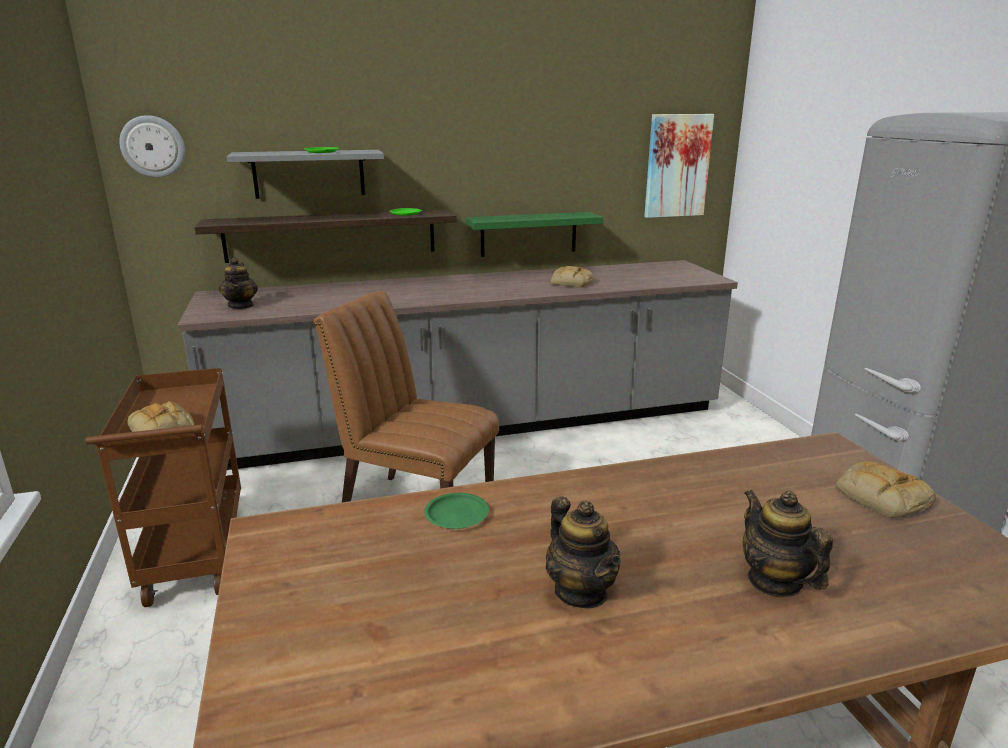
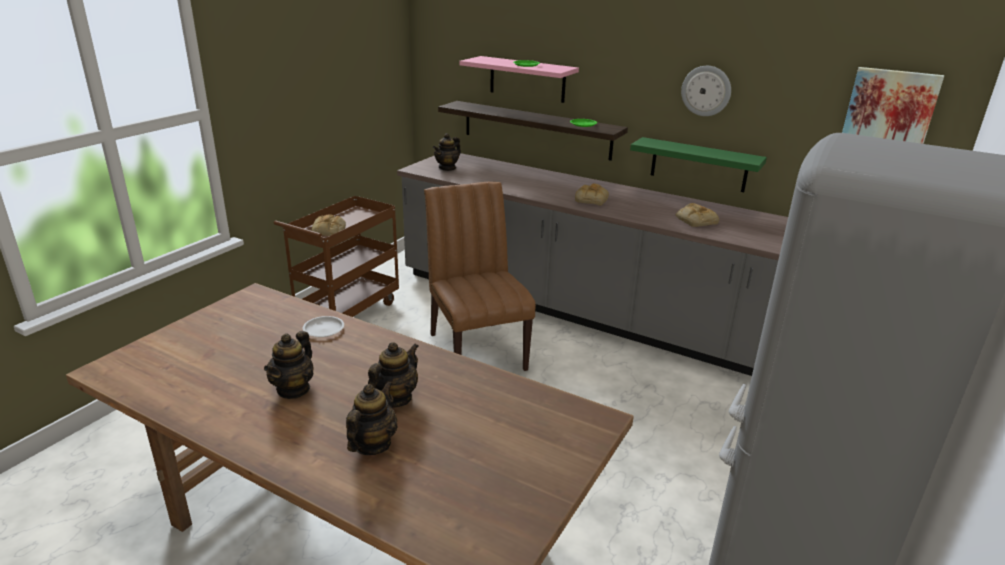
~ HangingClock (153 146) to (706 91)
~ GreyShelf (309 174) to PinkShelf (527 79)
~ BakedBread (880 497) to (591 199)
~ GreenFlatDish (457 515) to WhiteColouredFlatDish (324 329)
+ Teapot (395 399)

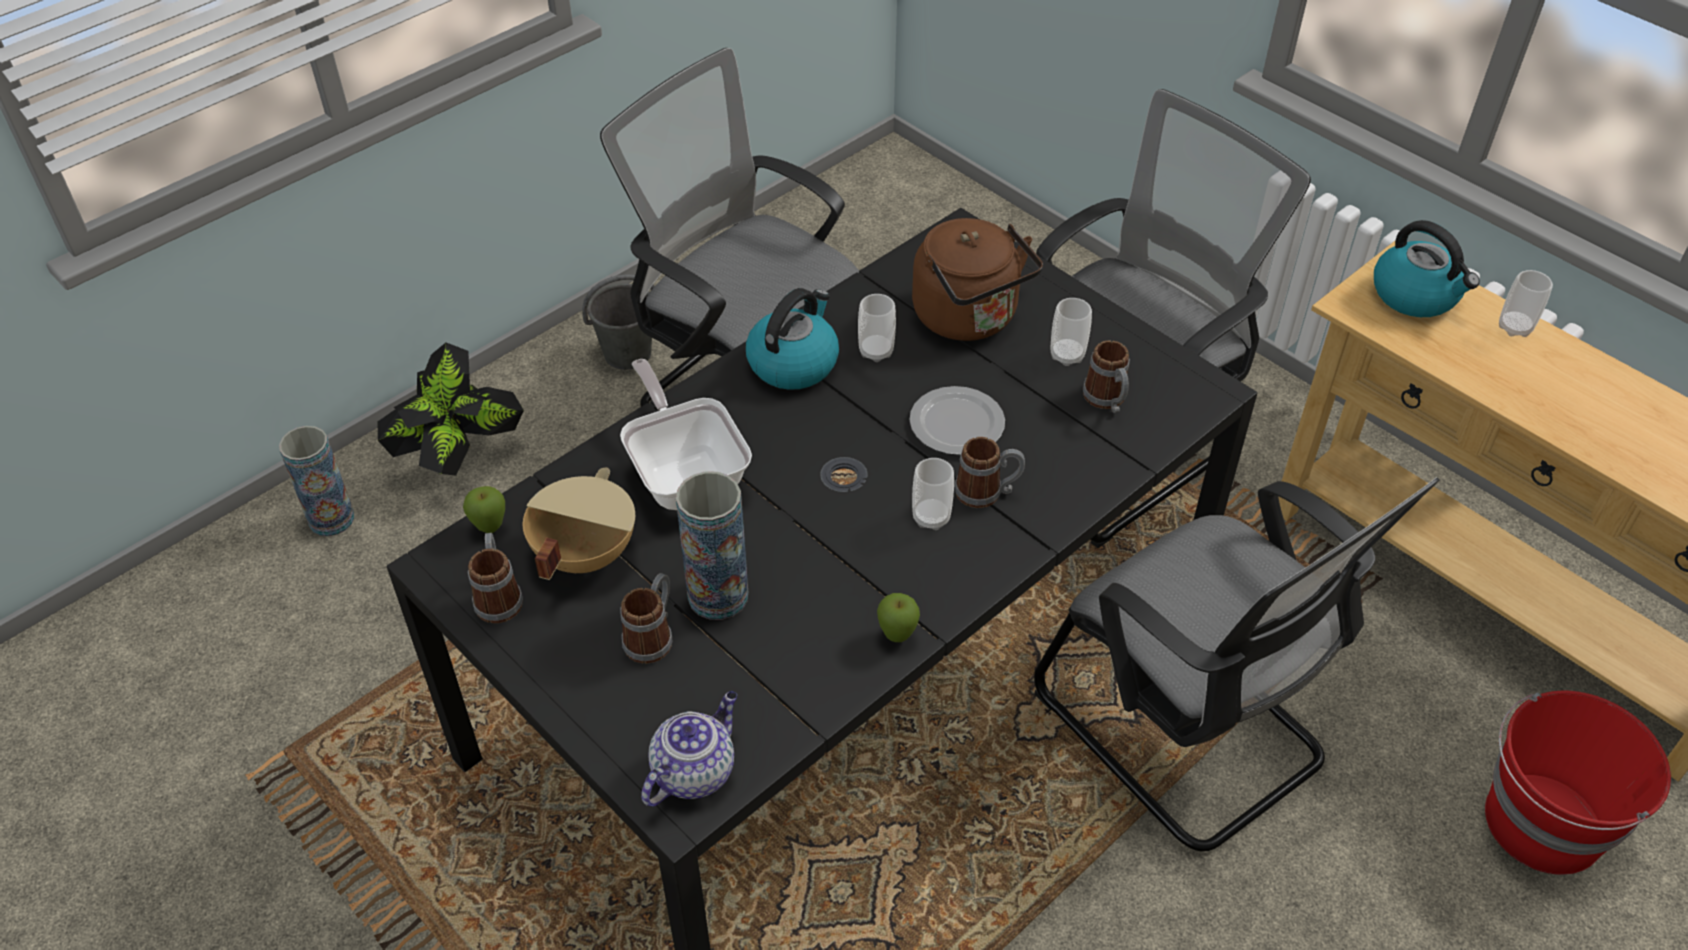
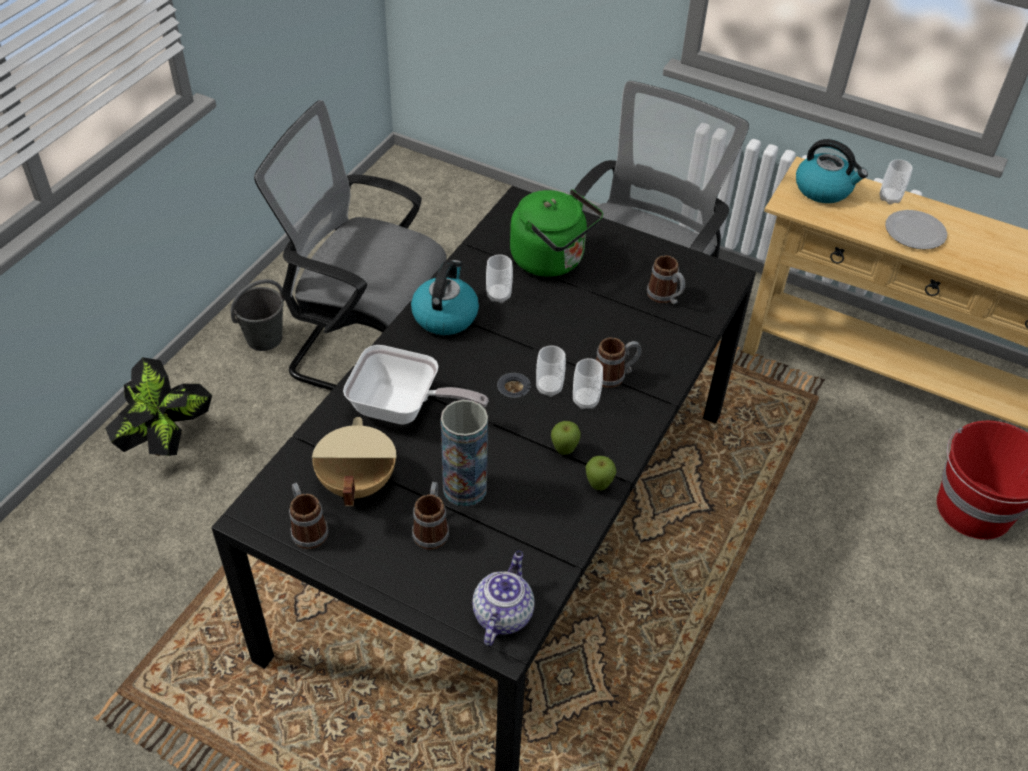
~ BrownishKettle (969 318) to GreenKettle (552 260)
~ DrinkingCup (1067 355) to (549 388)
~ Pan (685 472) = (403 408) 150 degrees clockwise
~ FlatDish (955 424) to (914 232)
- DecorativeVase (331 519)
- UprightChair (1183 733)
~ AppleFruit (490 528) to (564 451)

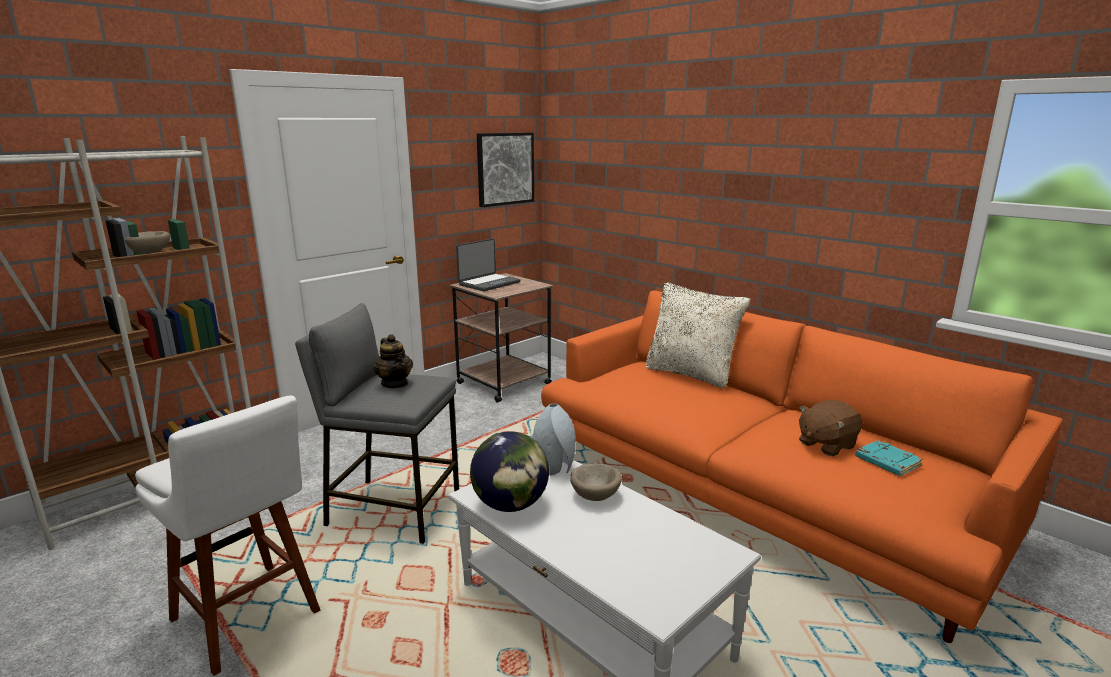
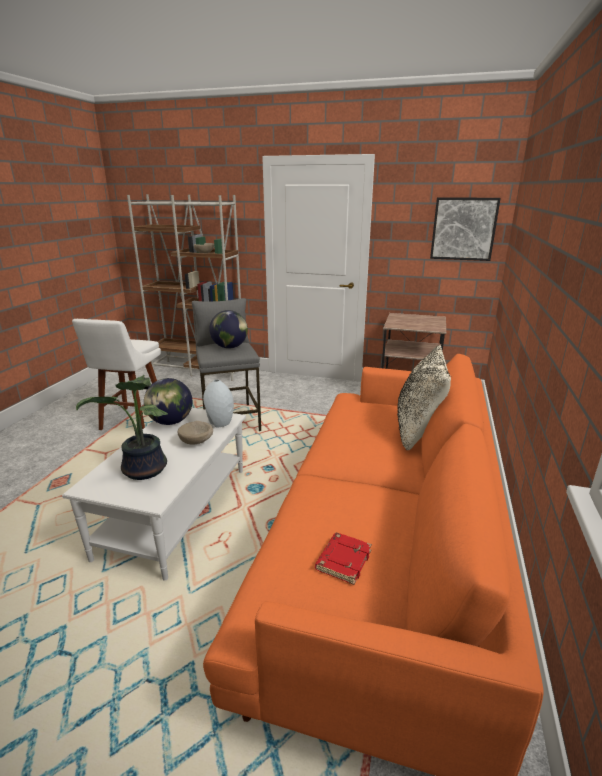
- PortableComputer (488 283)
~ Teapot (395 384) to DeskGlobe (230 347)
- BrownishPlushToy (826 444)
~ TurquoiseVolume (886 462) to ReddishVolume (343 560)
+ Houseplant (143 471)

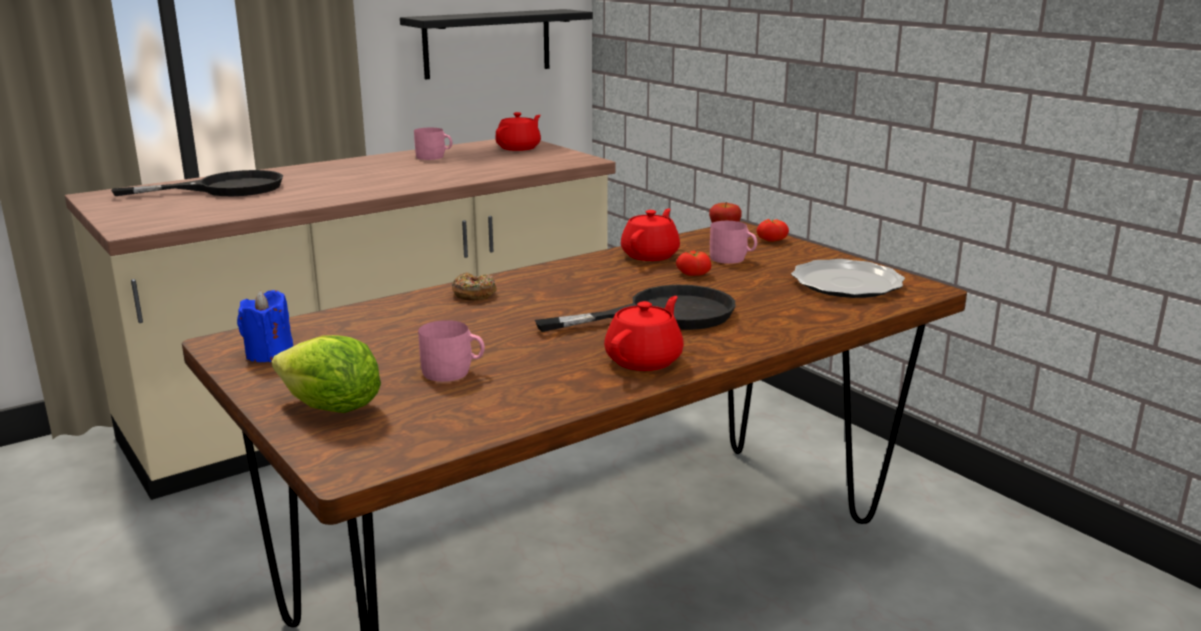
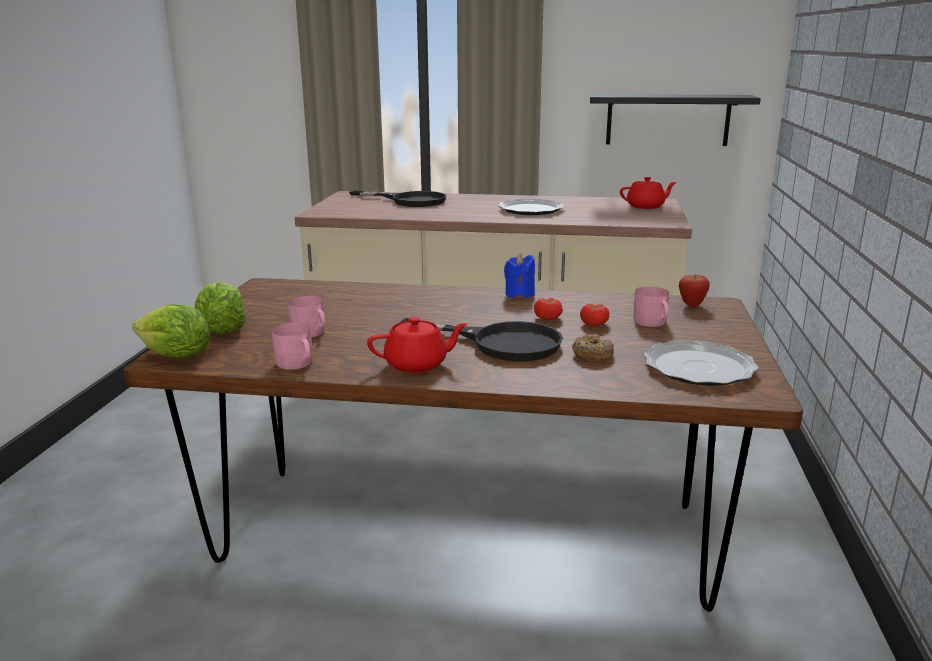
~ PinkTeaMug (434 157) to (296 364)
- ReddishTeapot (651 255)
~ WholeTomato (771 239) to (548 317)
~ Doughnut (474 294) to (592 355)
~ BlueWaxCandle (269 354) to (519 294)
+ FlatDish (531 210)
+ HeadOfLettuce (176 356)

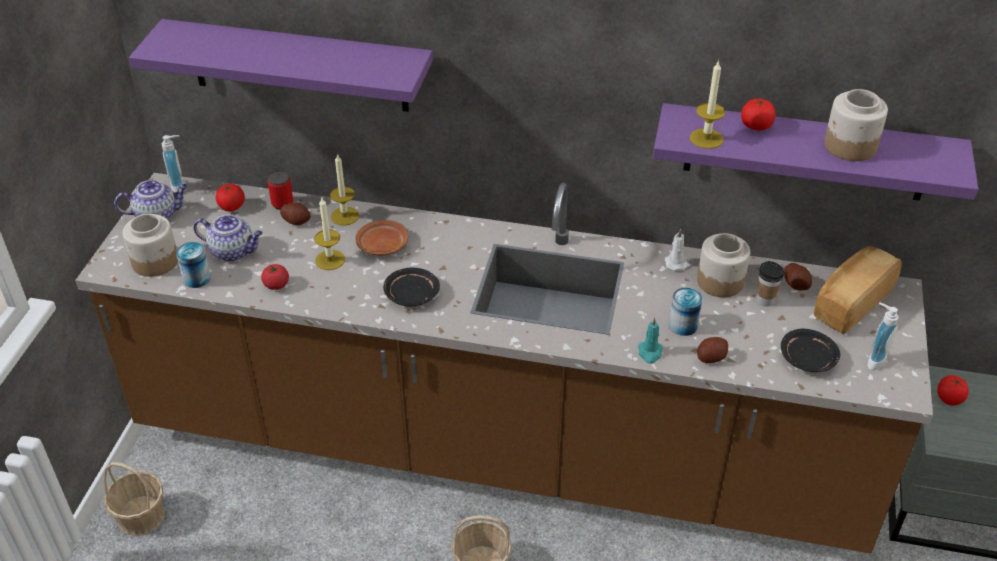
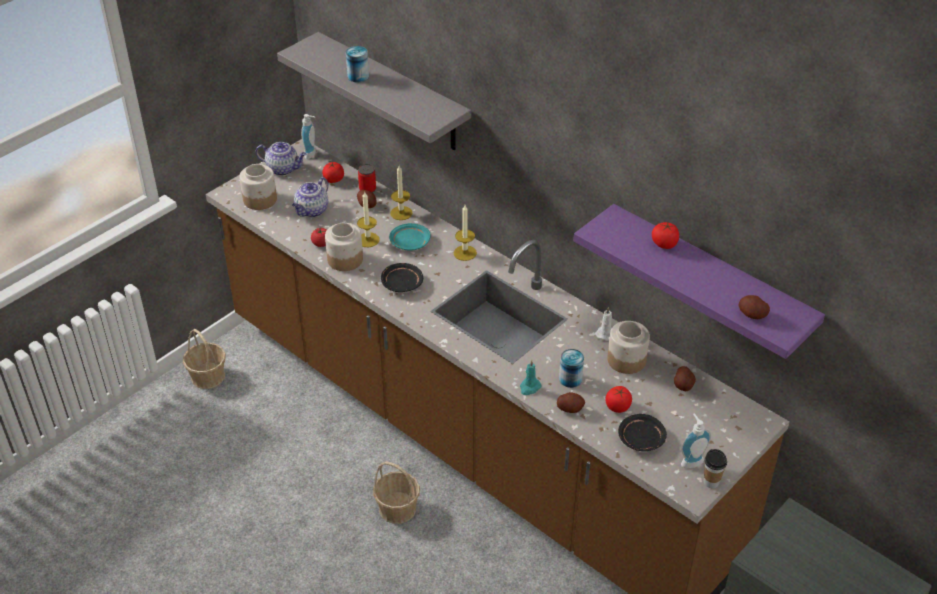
~ PurpleShelf (298 66) to GreyShelf (392 92)
~ WaxCandle (706 138) to (465 253)
~ StorageJar (850 146) to (344 260)
~ Teapot (233 251) = (312 211) 75 degrees clockwise
~ BrownishFlatDish (382 246) to TurquoiseFlatDish (409 243)
~ MetalCan (197 278) to (358 76)
- BakedBread (850 303)
~ DrinkingCup (765 300) to (711 482)
~ WholeTomato (949 398) to (618 407)
+ Spud (752 314)

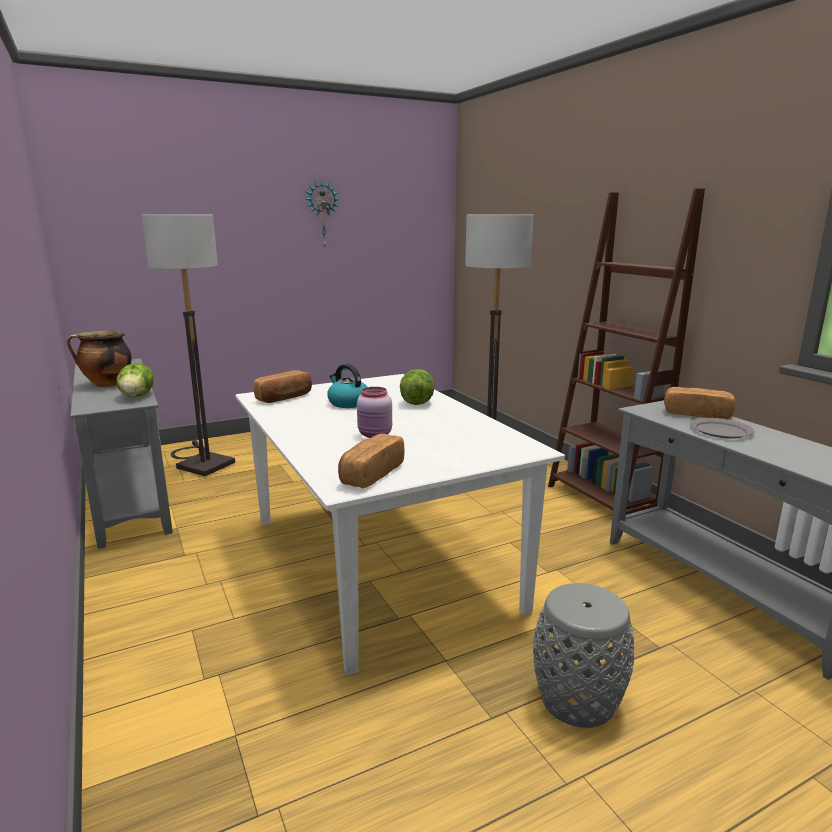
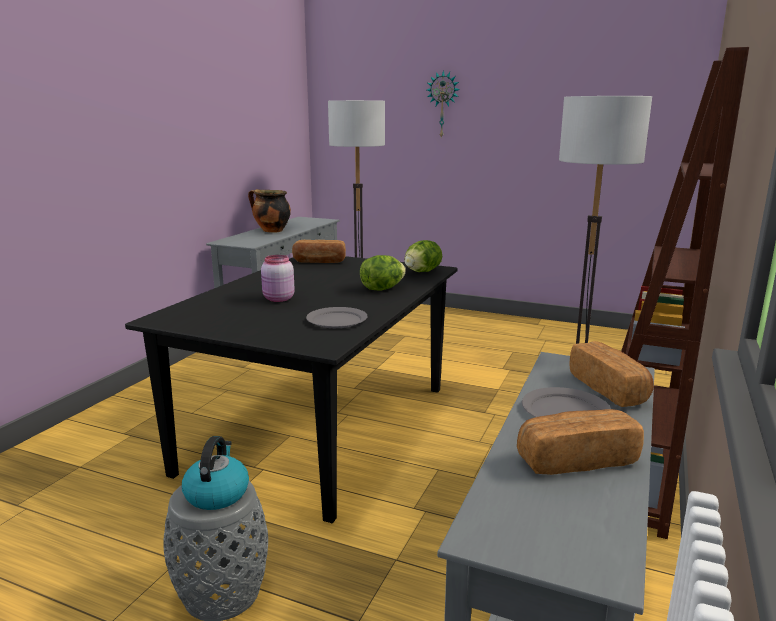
~ HangingClock (322 214) to (443 104)
~ HeadOfLettuce (137 396) to (422 272)
~ Kettle (348 403) to (217 493)
~ WhiteColouredDinnerTable (380 562) to BlackDinnerTable (321 428)
~ BakedBread (370 474) to (576 460)
+ GreyFlatDish (337 320)

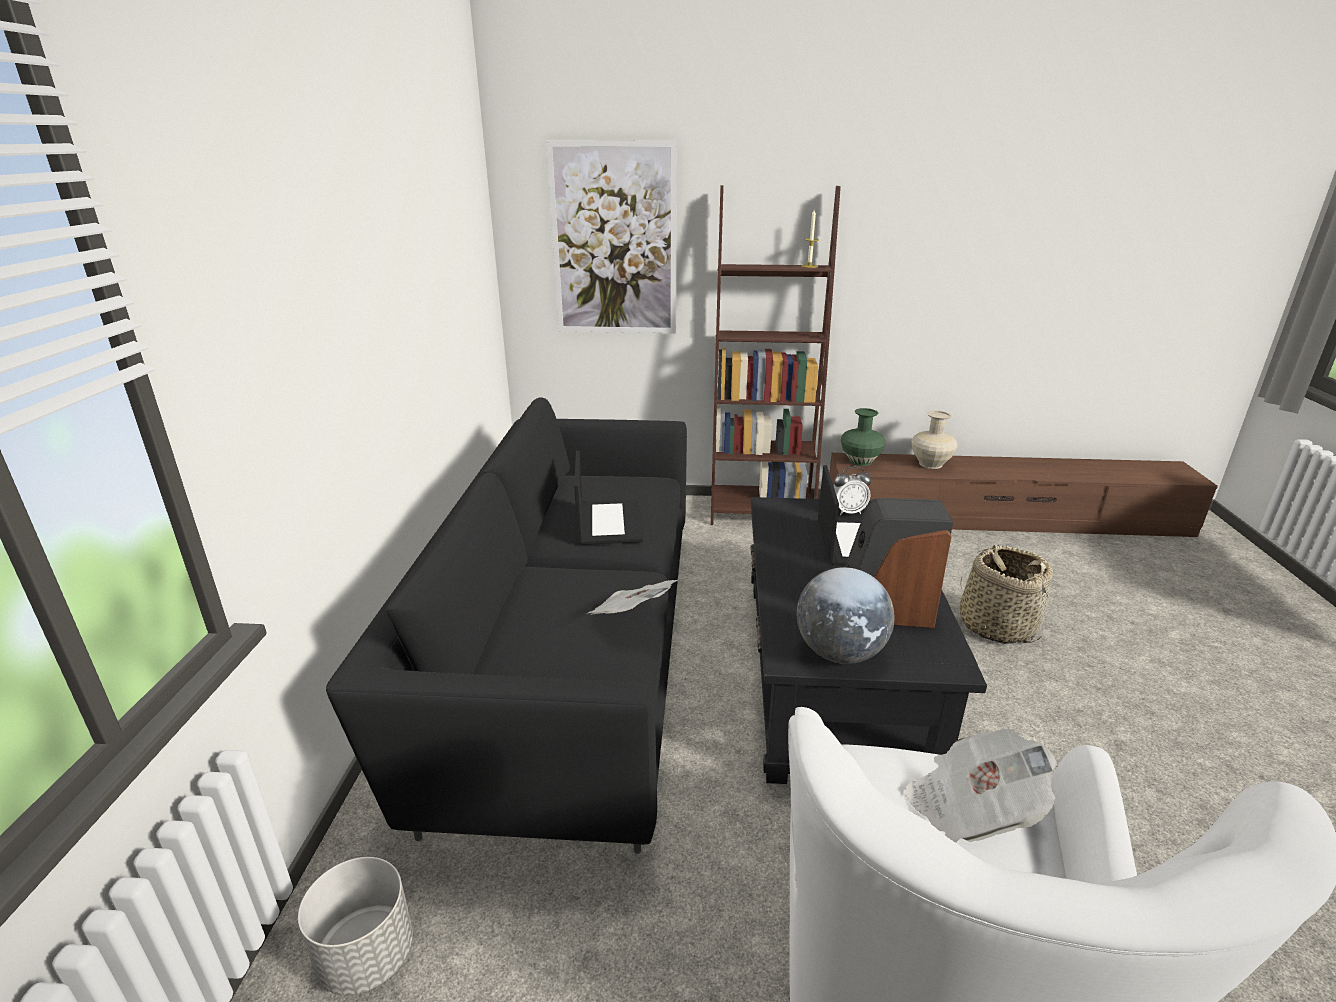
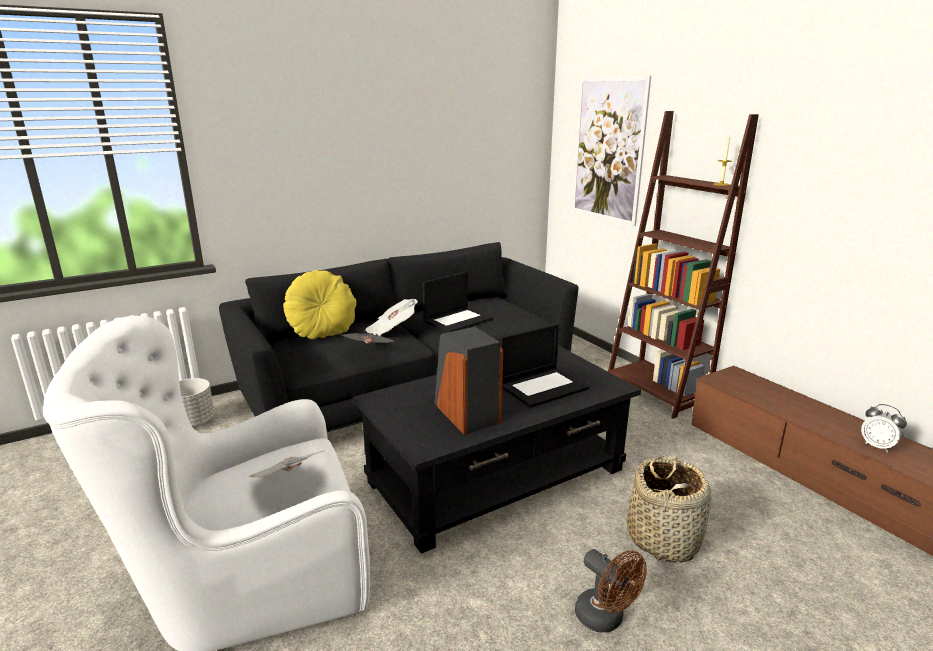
- GreenDecorativeVase (860 461)
- SandColouredDecorativeVase (931 464)
~ TableClock (848 512) to (877 446)
- DeskGlobe (840 653)
+ YellowCushion (323 334)
+ PrintedPaper (391 330)
+ BrownishElectricFan (605 619)

